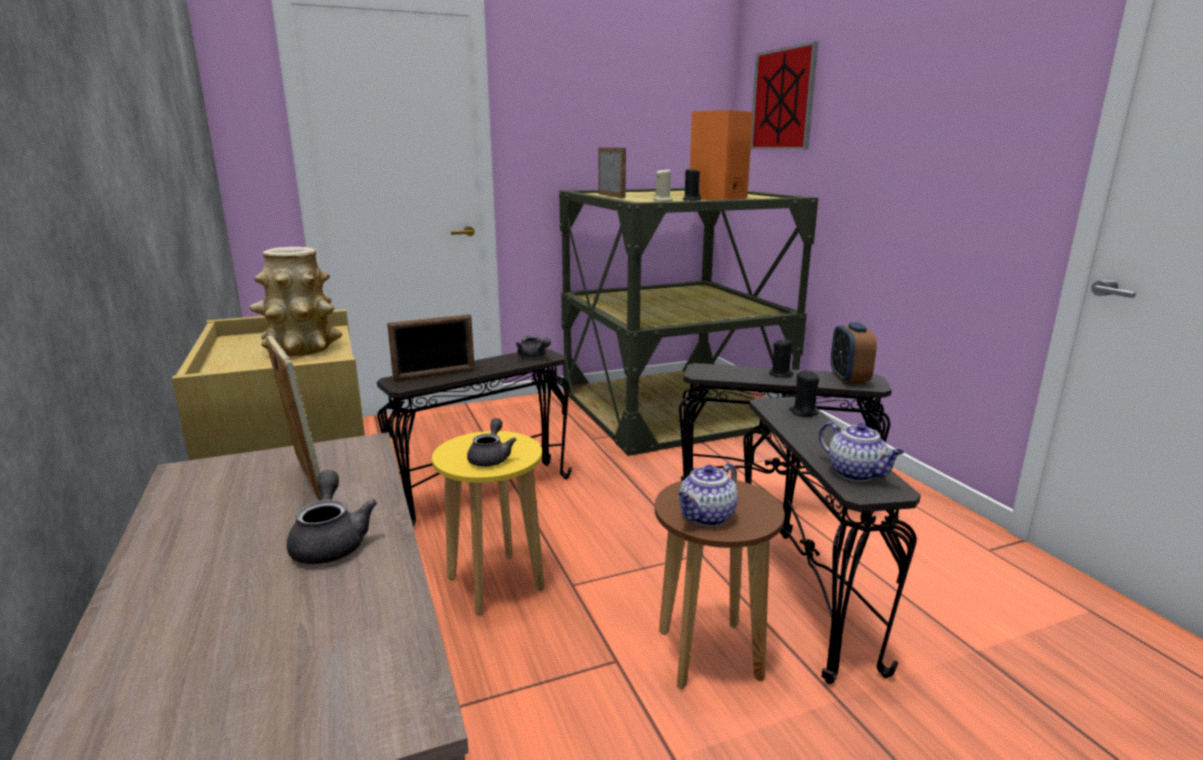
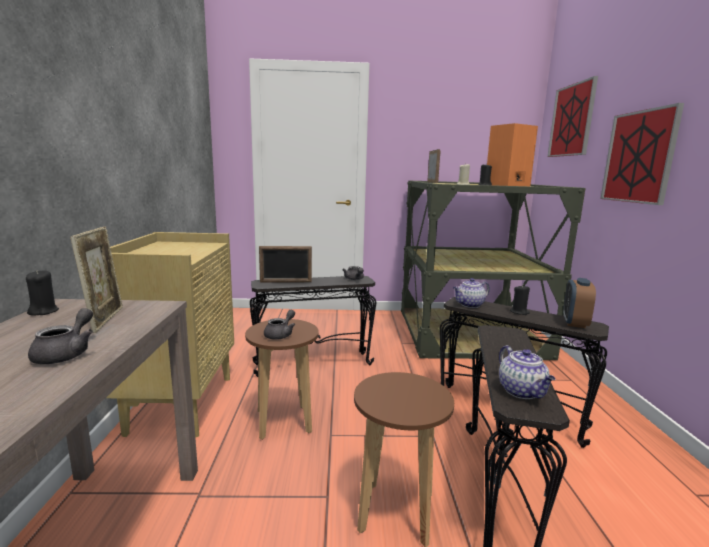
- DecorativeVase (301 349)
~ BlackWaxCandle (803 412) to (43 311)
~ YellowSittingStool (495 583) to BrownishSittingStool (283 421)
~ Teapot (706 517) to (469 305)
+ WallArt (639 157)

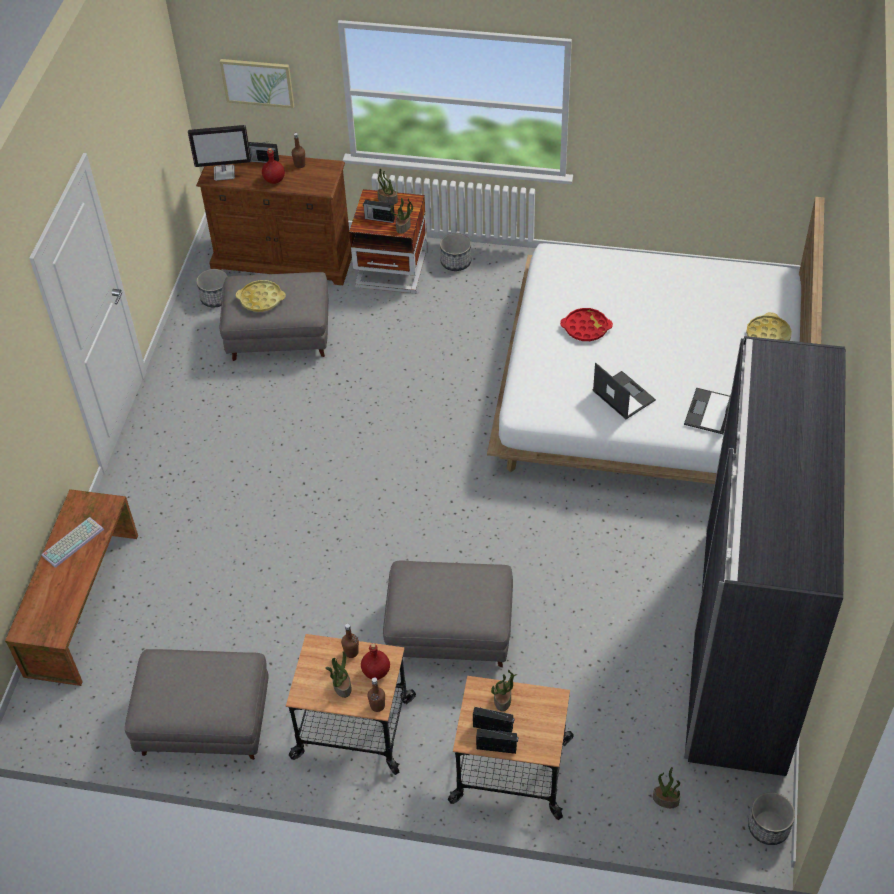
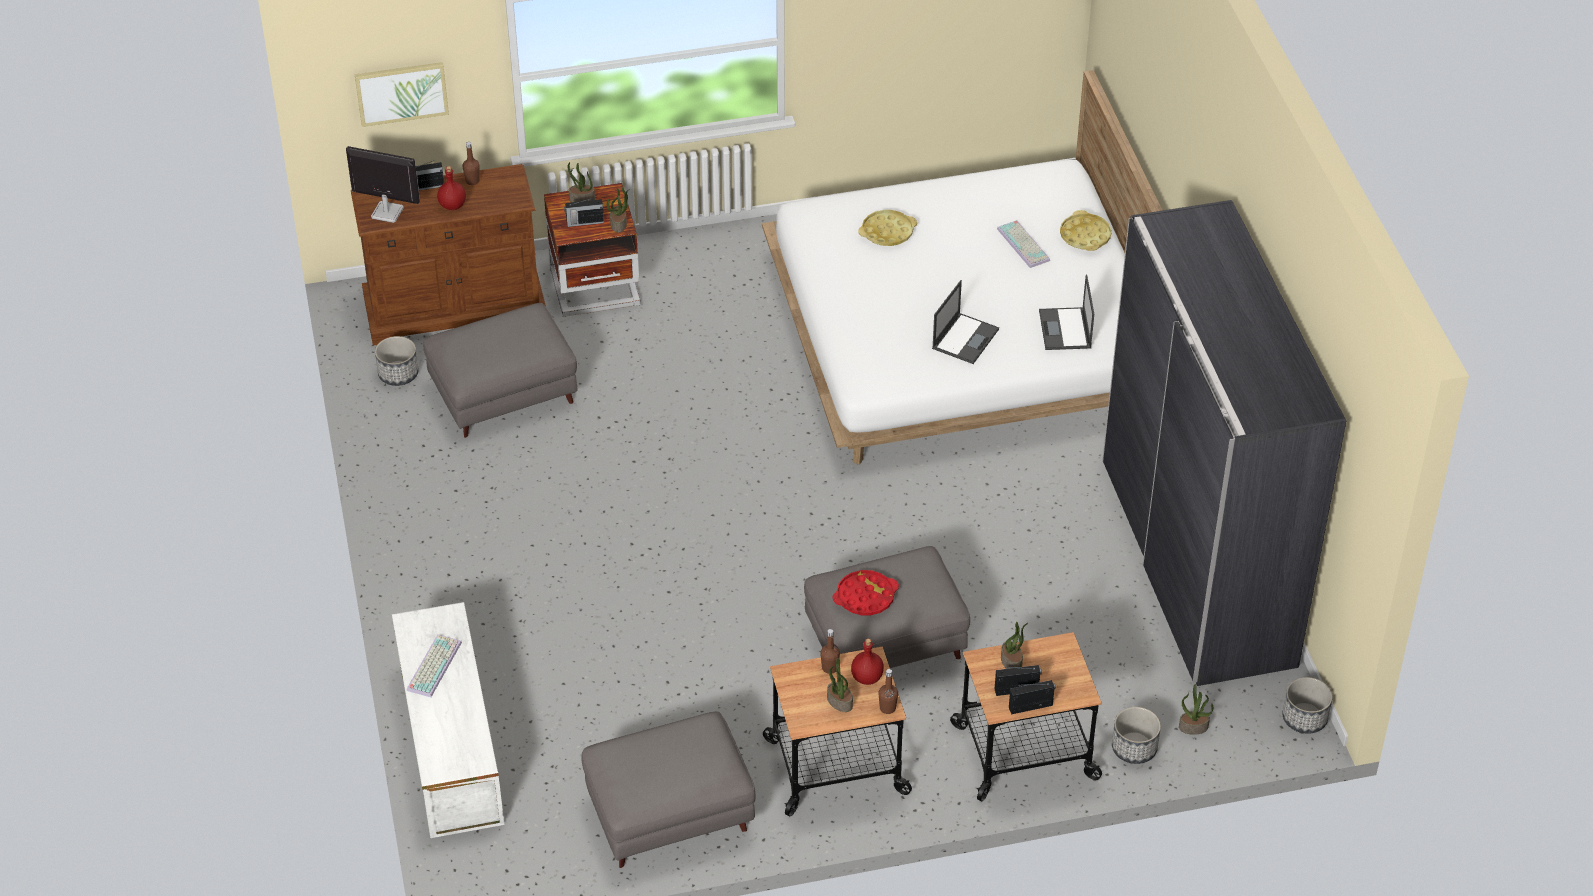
~ Monitor (225 173) = (386 212) 135 degrees counterclockwise
~ FlowerPot (456 262) to (1134 748)
~ YellowCarryingTray (261 299) to (887 232)
~ ReddishCarryingTray (586 328) to (865 597)
~ PortableComputer (623 395) = (965 338) 90 degrees clockwise
~ BrownishIndoorBench (81 602) to WhiteColouredIndoorBench (448 743)
+ PcKeyboard (1024 245)

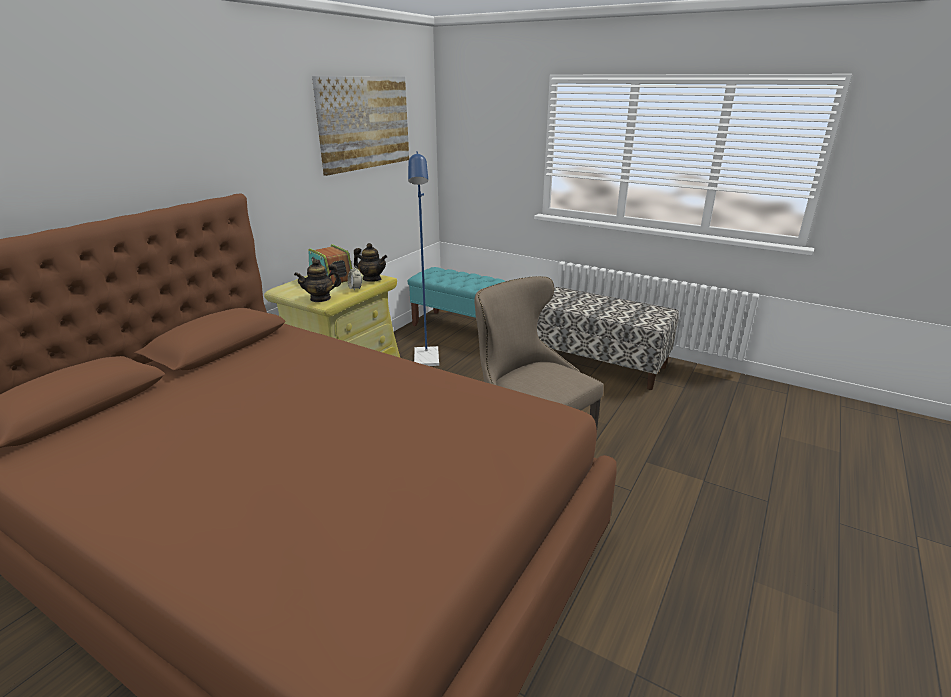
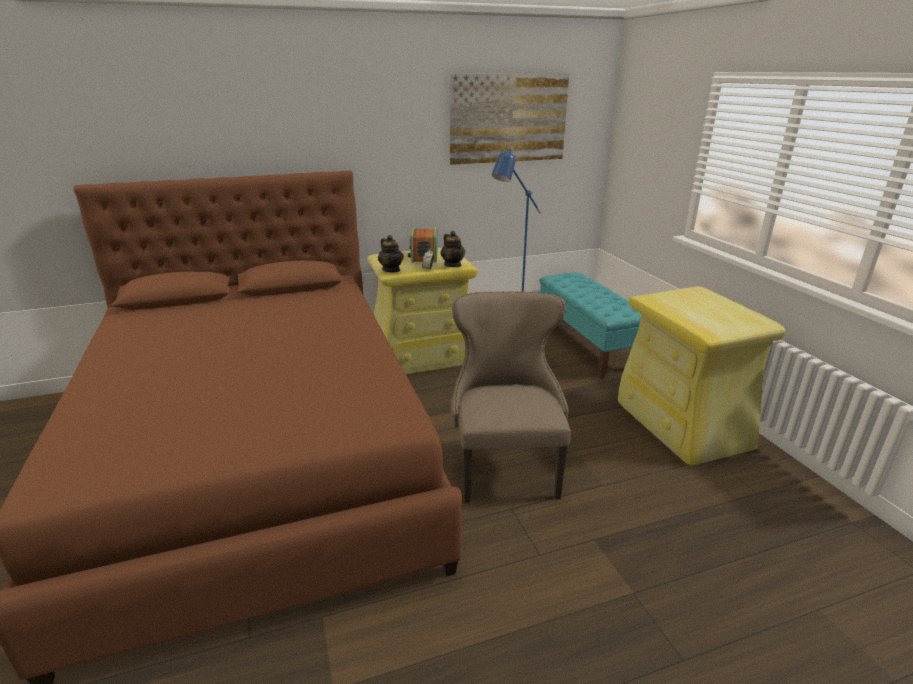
~ Teapot (320 298) = (391 270) 135 degrees counterclockwise
~ IndoorBench (598 363) to YellowNightTable (681 424)

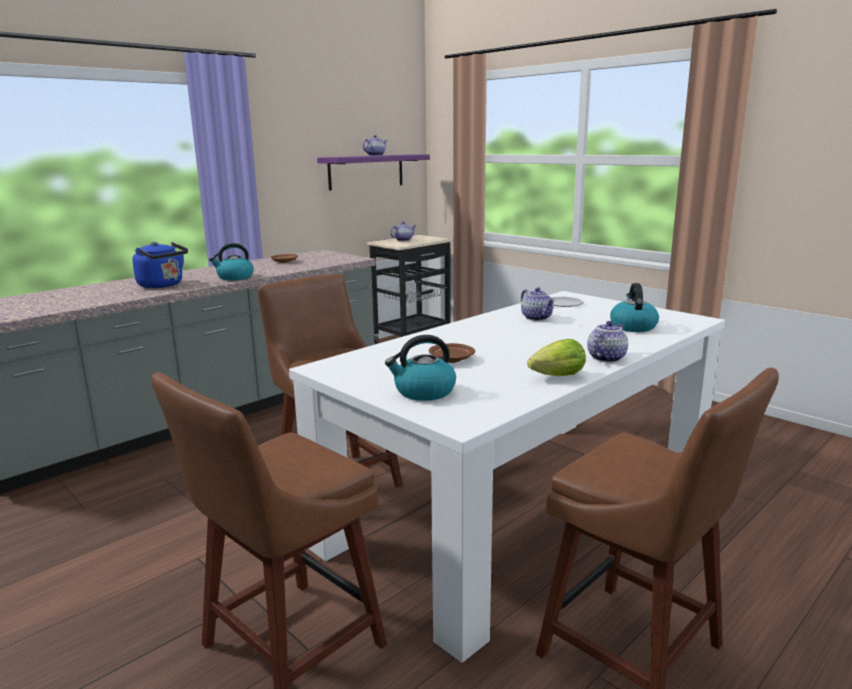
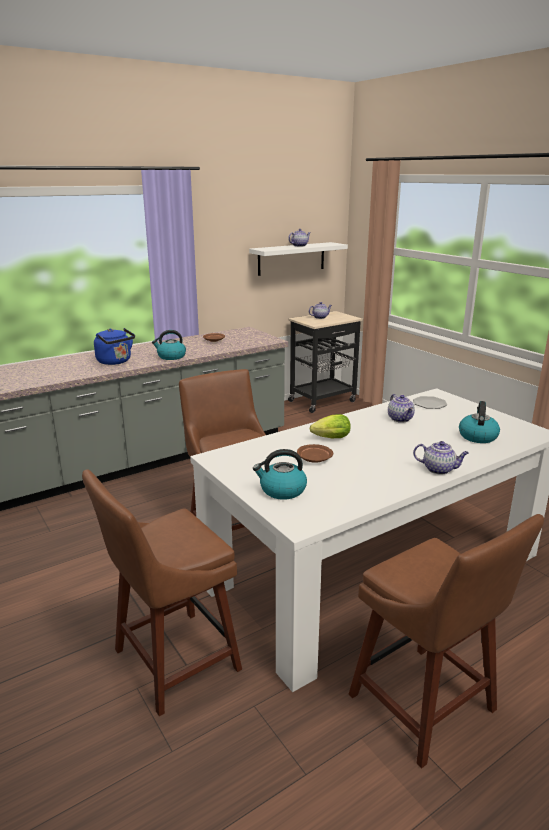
~ PurpleShelf (366 171) to WhiteColouredShelf (291 258)
~ Teapot (606 358) = (439 469) 60 degrees clockwise
~ HeadOfLettuce (554 377) to (329 438)

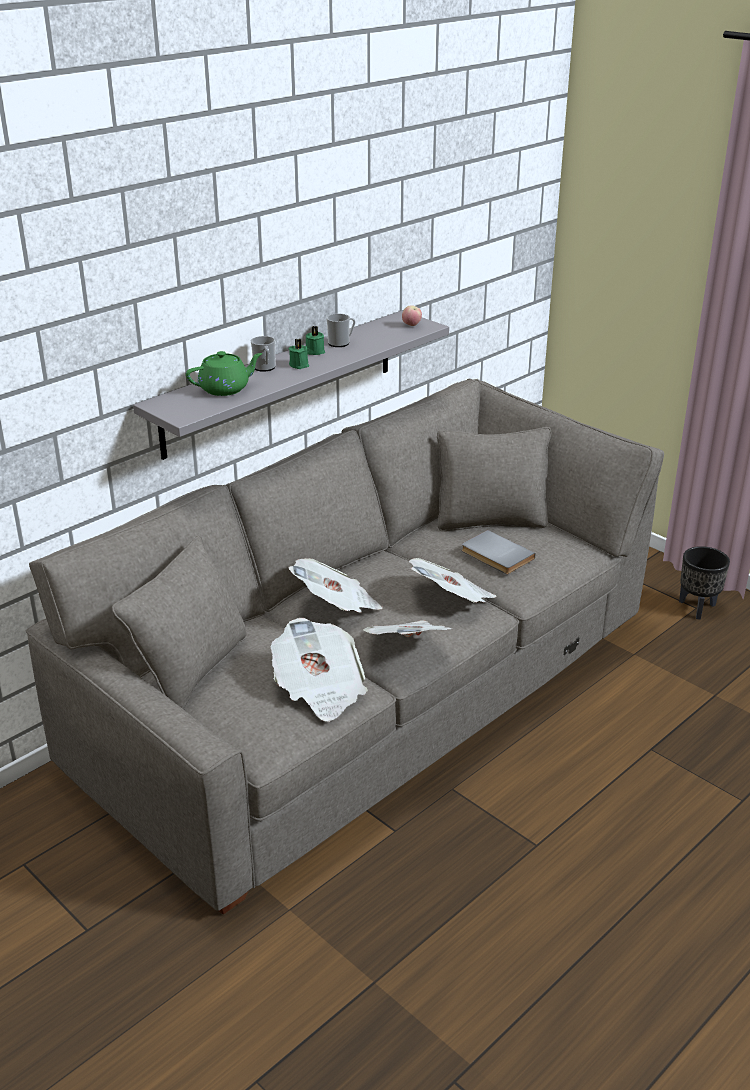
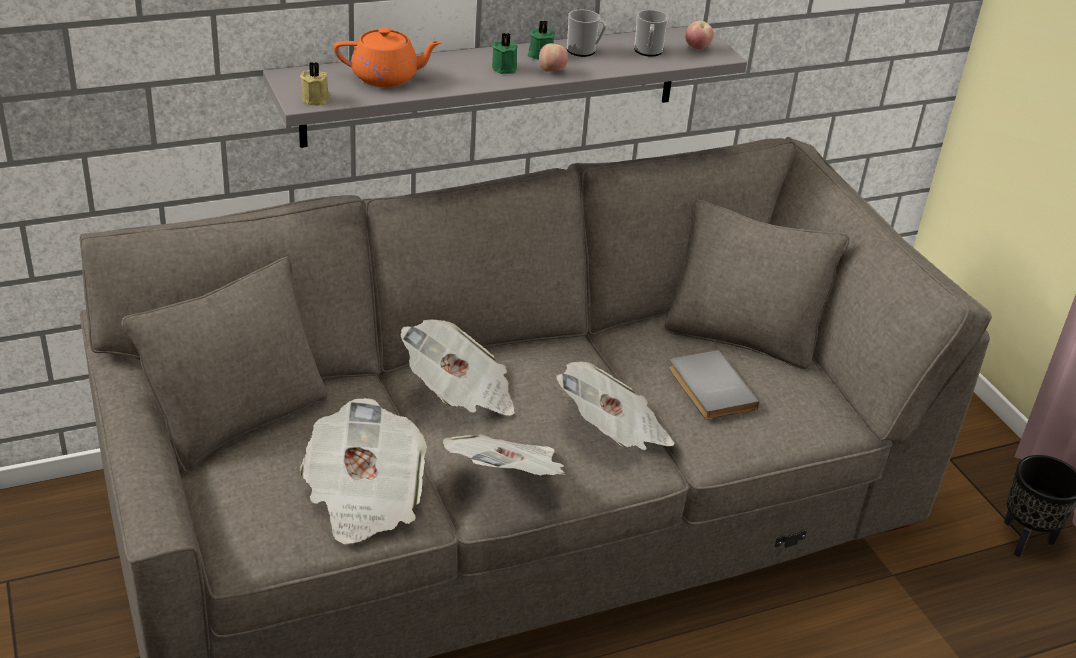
~ TeaMug (265 368) to (648 52)
~ GreenTeapot (225 389) to OrangeyTeapot (386 77)
+ AppleFruit (552 71)
+ SandColouredWaxCandle (316 99)

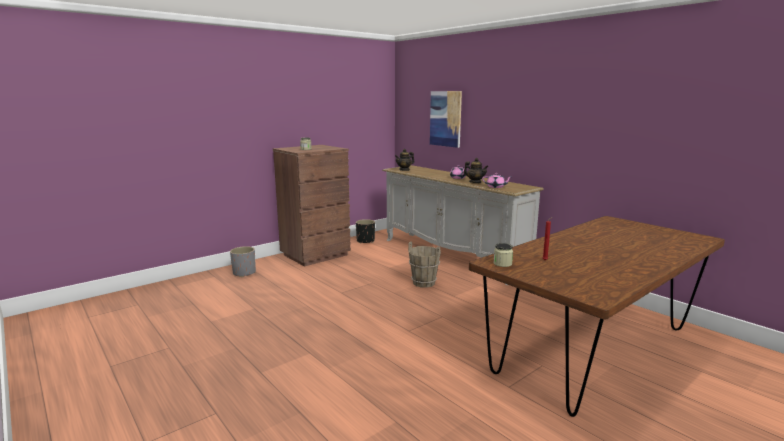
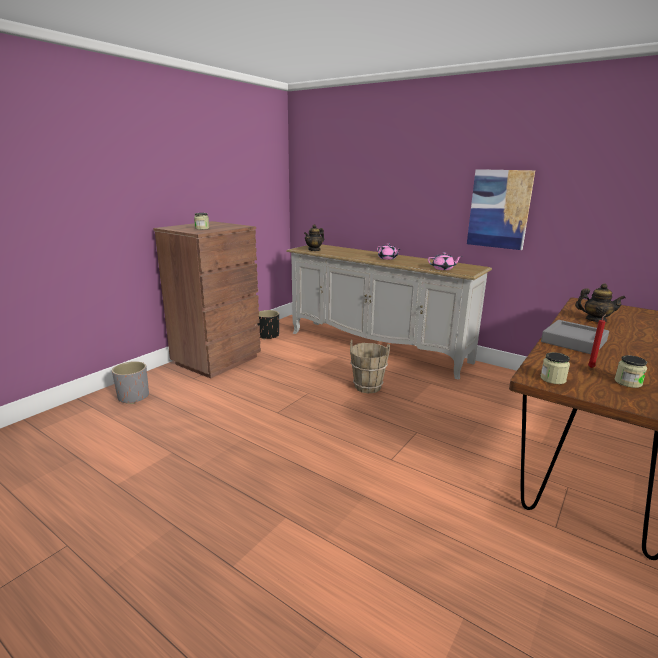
~ WallArt (445 118) to (499 209)
~ Teapot (475 182) to (595 320)
+ GreyCarryingTray (573 341)
+ StorageJar (628 382)

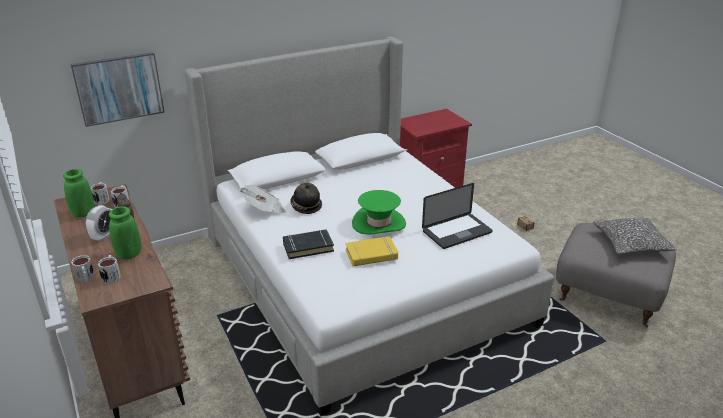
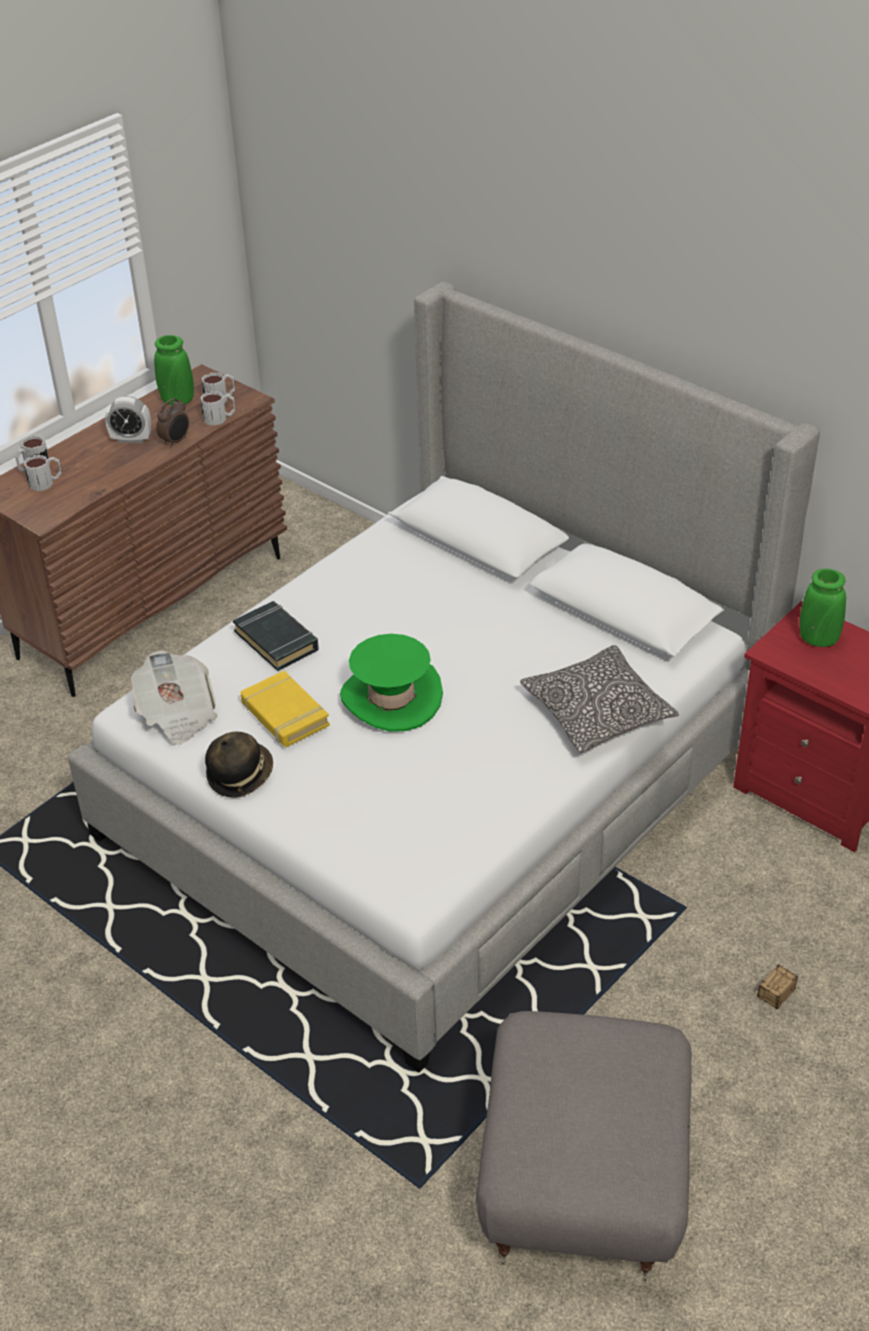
- WallArt (119 88)
~ Hat (305 206) to (240 775)
- PortableComputer (457 232)
~ PrintedPaper (264 210) to (177 714)
~ GreenDecorativeVase (129 254) to (818 639)
~ Cushion (631 243) to (597 712)

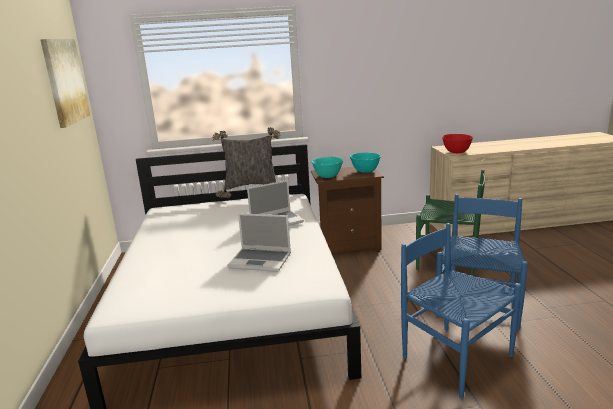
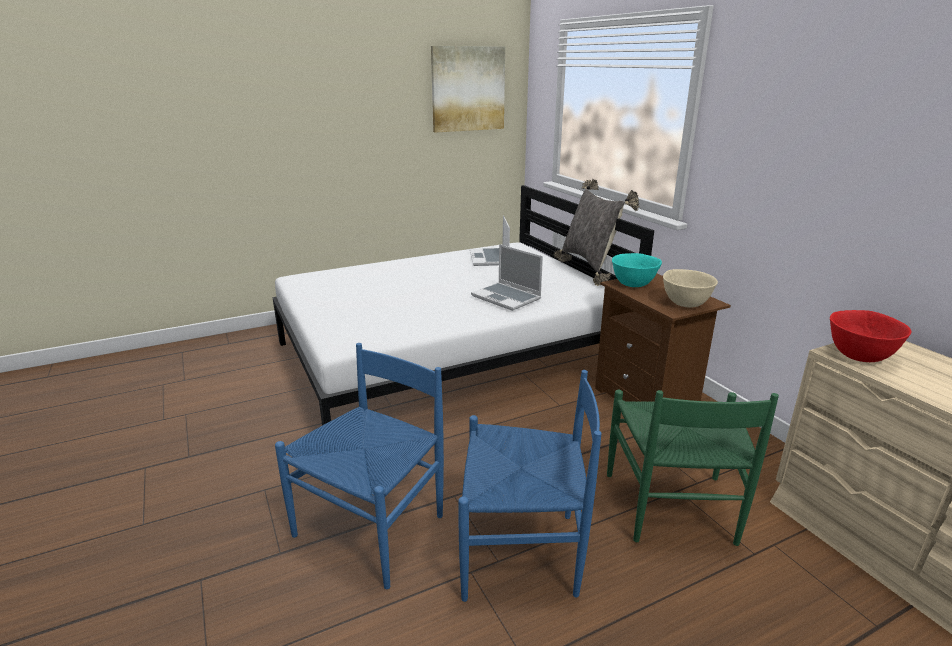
~ TurquoiseServingBowl (365 171) to SandColouredServingBowl (685 303)
~ PortableComputer (261 260) to (490 258)

